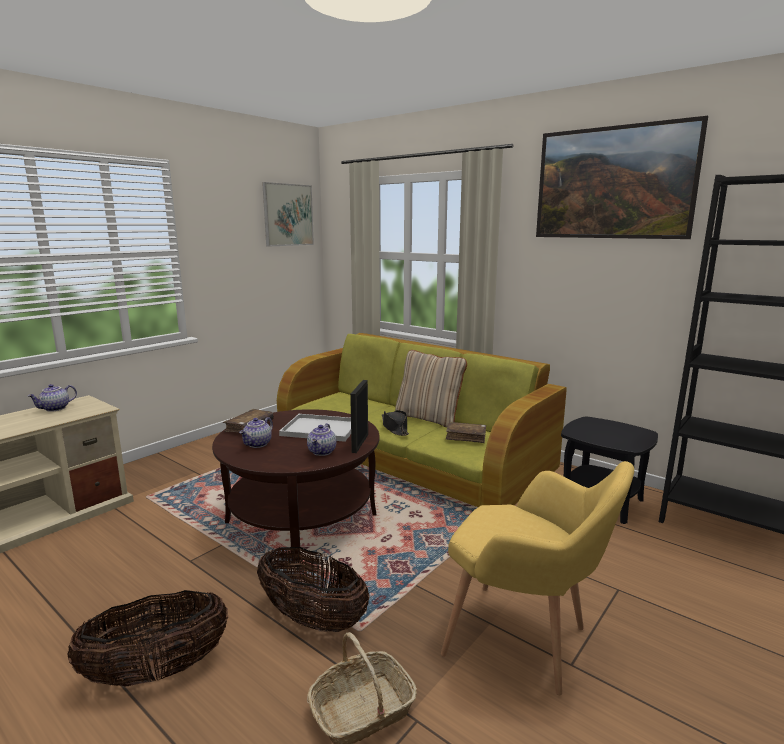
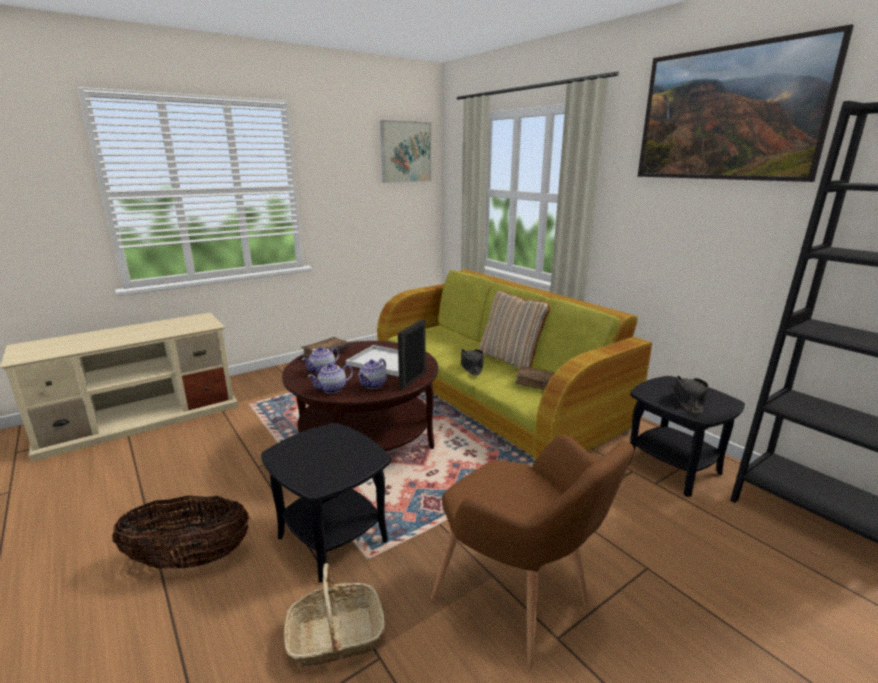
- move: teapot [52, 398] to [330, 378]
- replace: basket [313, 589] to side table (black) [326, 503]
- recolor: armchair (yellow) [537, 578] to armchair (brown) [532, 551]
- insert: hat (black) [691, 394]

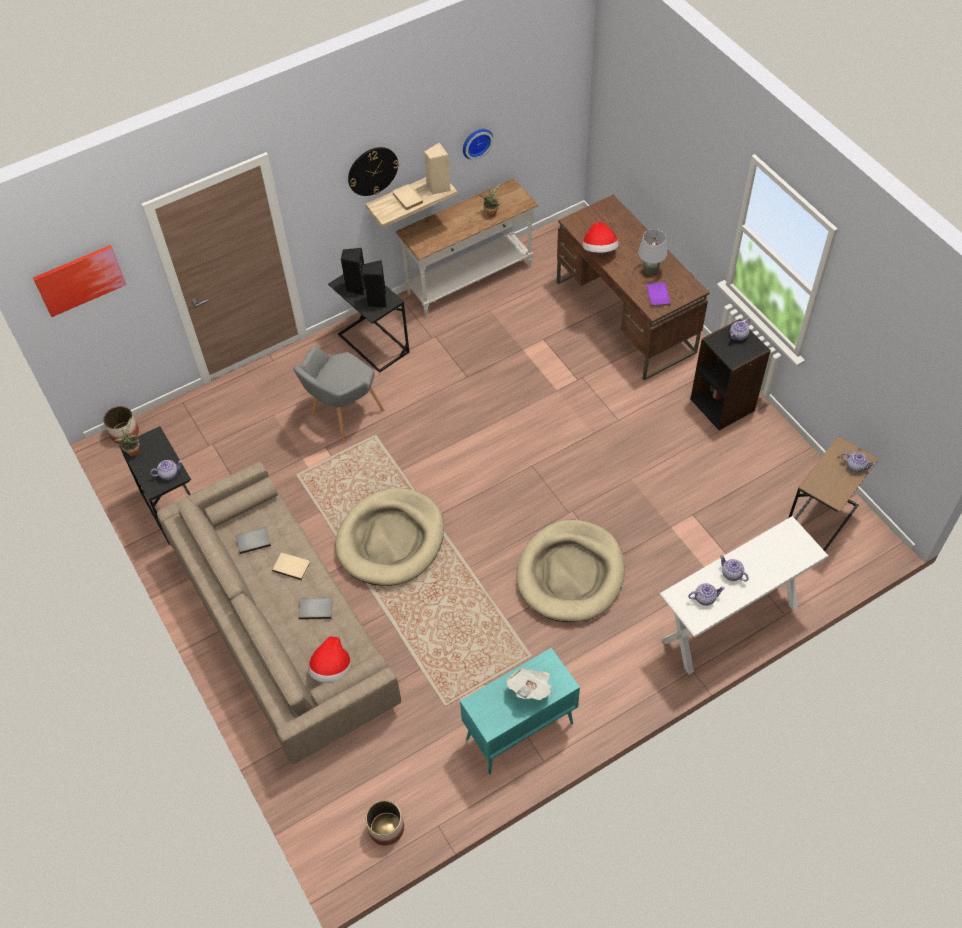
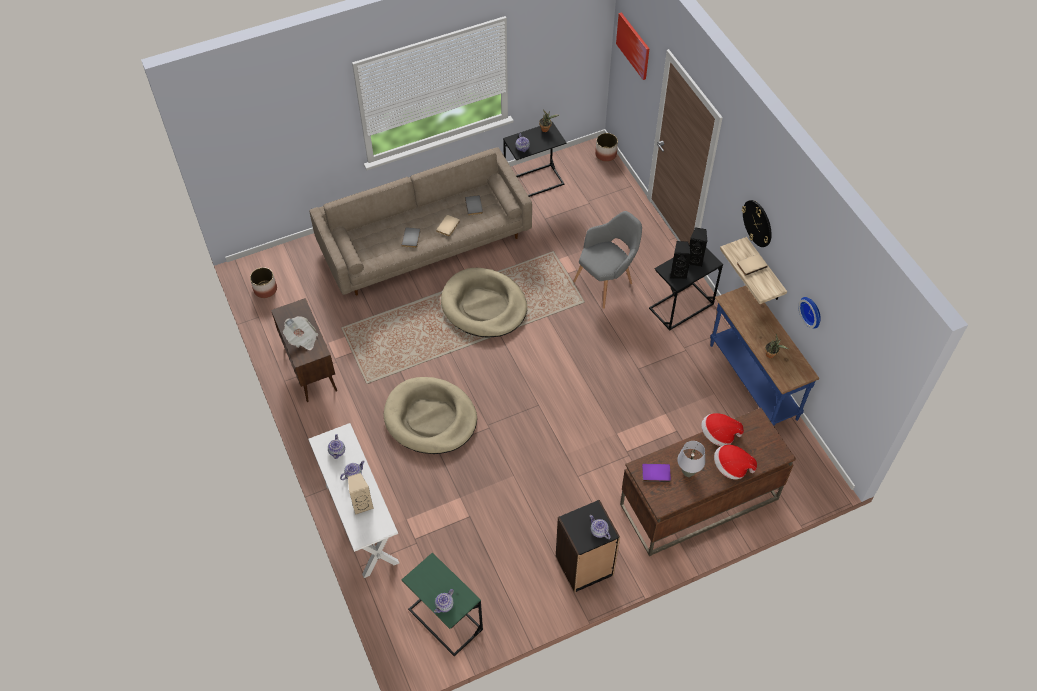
- rotate: armchair (grey) [338, 394] = [607, 260] 90 degrees clockwise
- move: hat [330, 660] to [735, 461]
- recolor: console table (white) [467, 247] to console table (blue) [764, 355]
- move: speaker (beige) [437, 169] to [361, 494]
- recolor: cabinet (turquoise) [520, 711] to cabinet (brown) [304, 350]
- recolor: side table (brown) [833, 493] to side table (green) [442, 604]

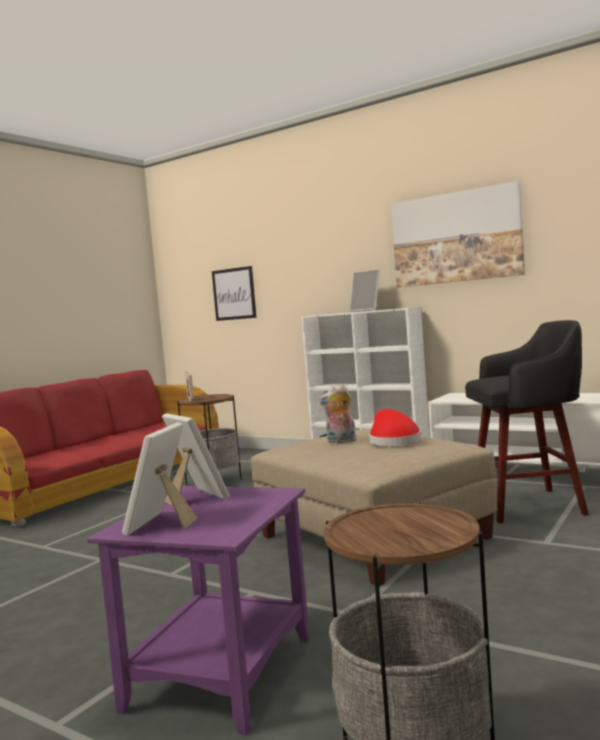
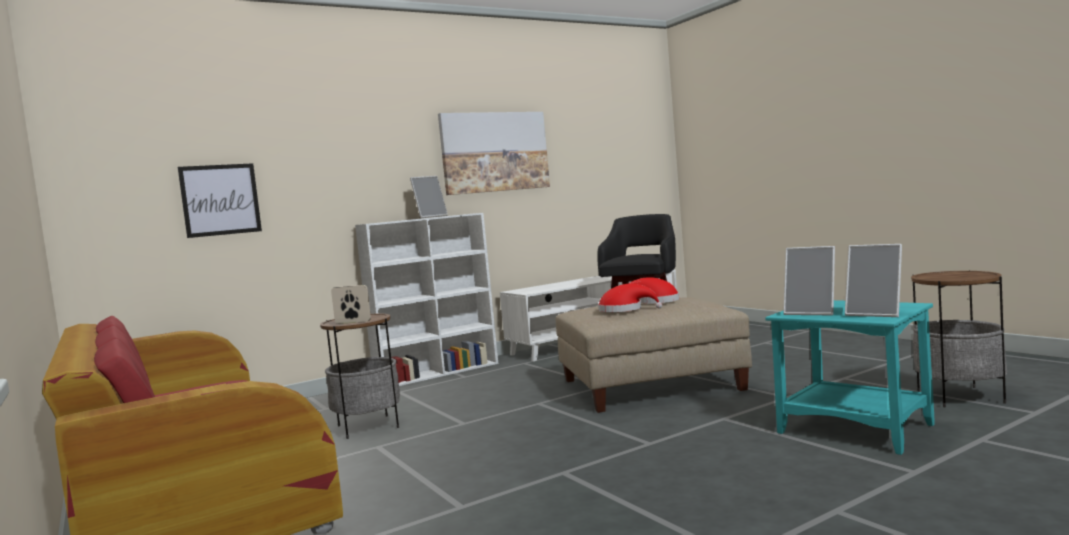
- recolor: side table (purple) [198, 610] to side table (turquoise) [850, 377]
- rotate: picture frame [196, 459] = [809, 280] 135 degrees counterclockwise
- replace: plush toy [337, 413] to hat (red) [630, 298]

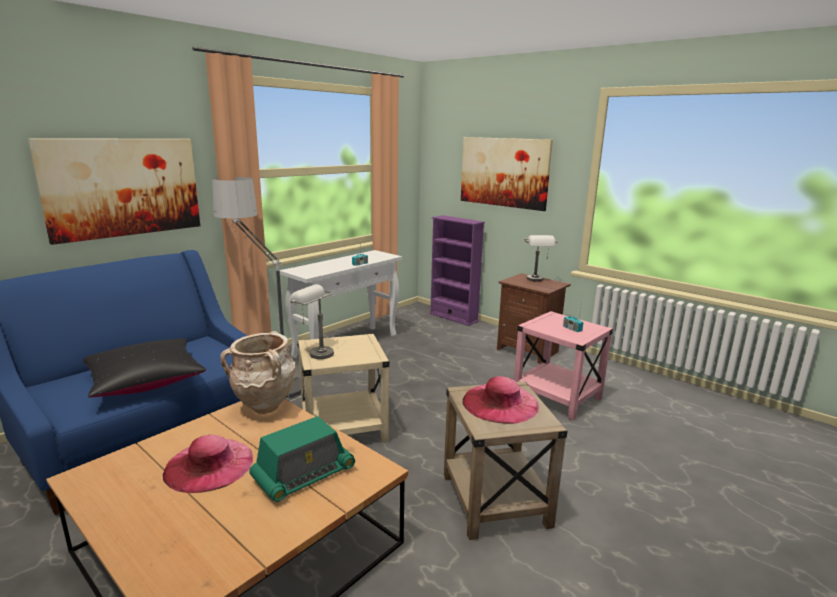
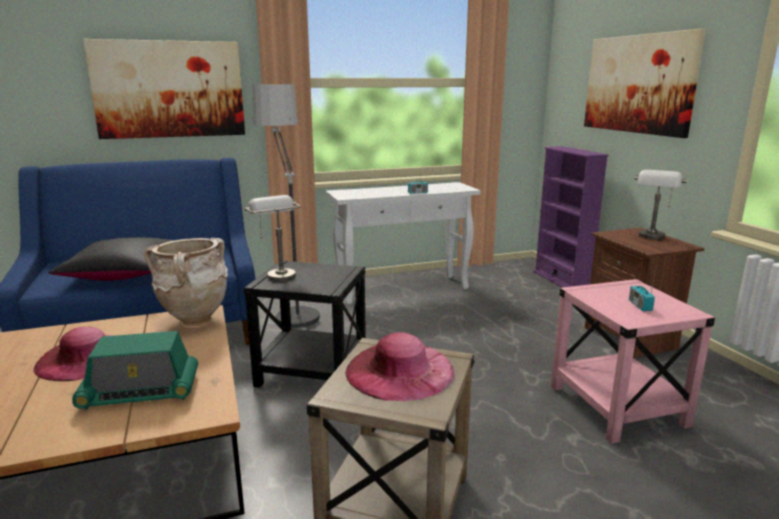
- recolor: side table (beige) [343, 388] to side table (black) [305, 324]

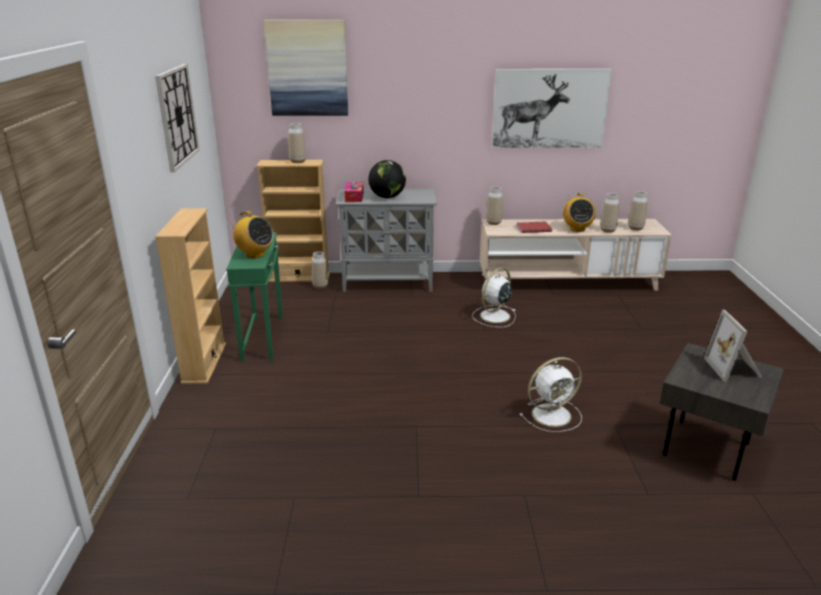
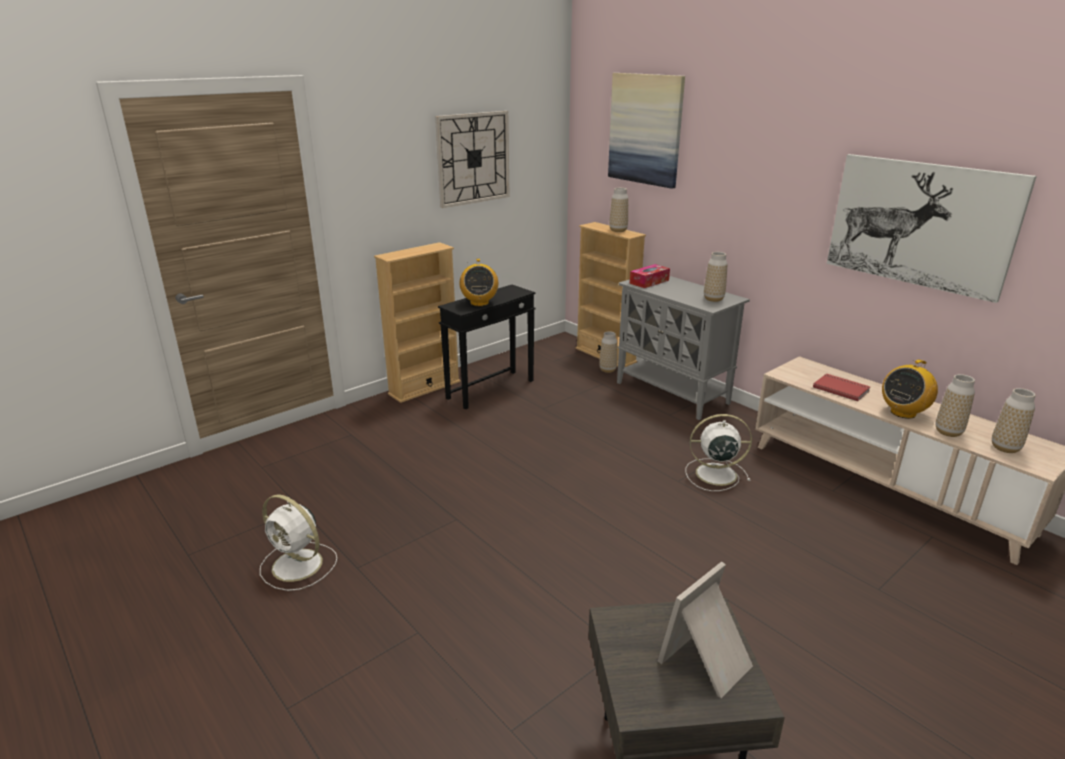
- recolor: side table (green) [254, 296] to side table (black) [487, 347]
- delete: globe [387, 179]
- move: vase [494, 206] to [715, 277]
- move: fan (white) [550, 394] to [298, 542]

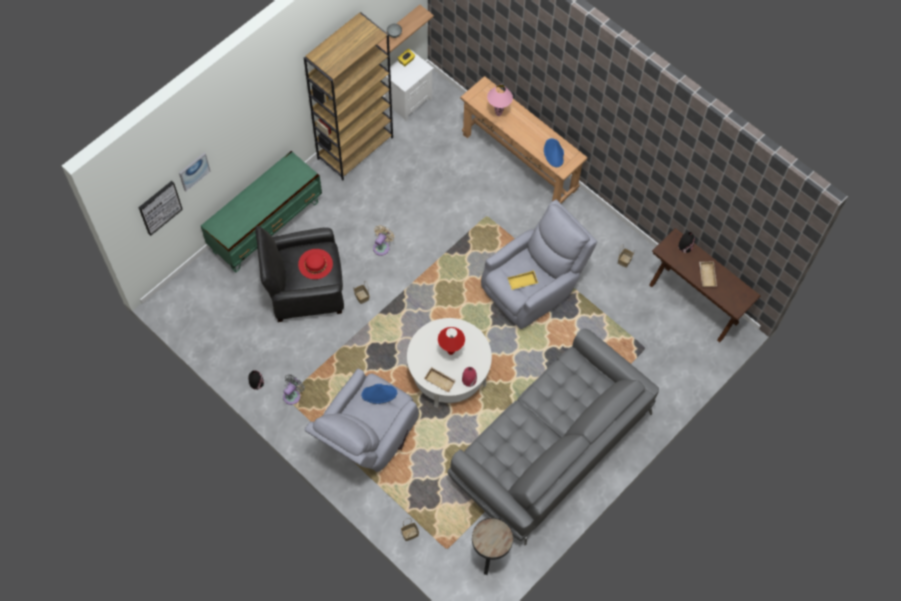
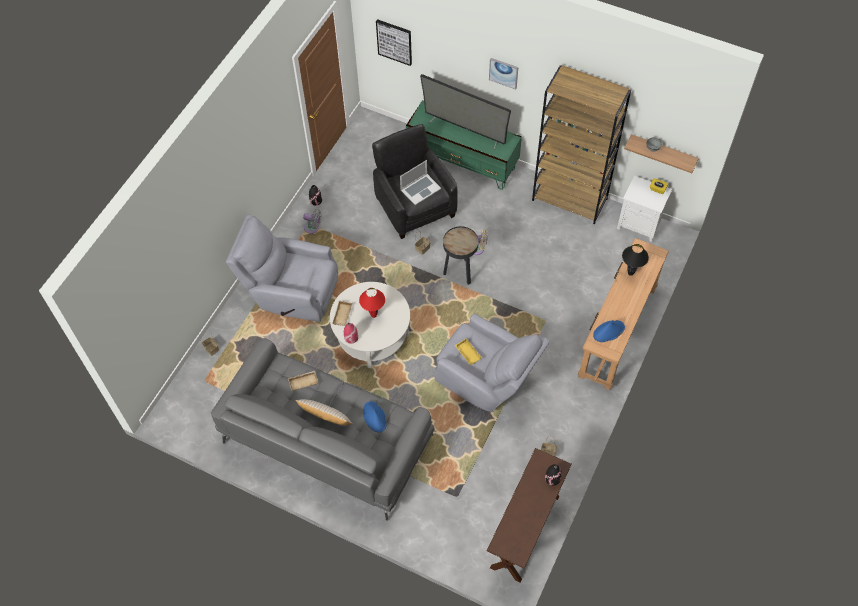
- move: picture [195, 172] to [503, 74]
- replace: hat (red) [315, 264] to laptop [420, 182]
- move: hat (blue) [379, 394] to [375, 416]
- move: side table (black) [492, 546] to [460, 255]
- recolor: table lamp (pink) [500, 100] to table lamp (black) [635, 260]
- move: tray (beige) [708, 274] to [303, 381]
- insert: pillow (beige) [324, 412]
- insert: television [465, 111]

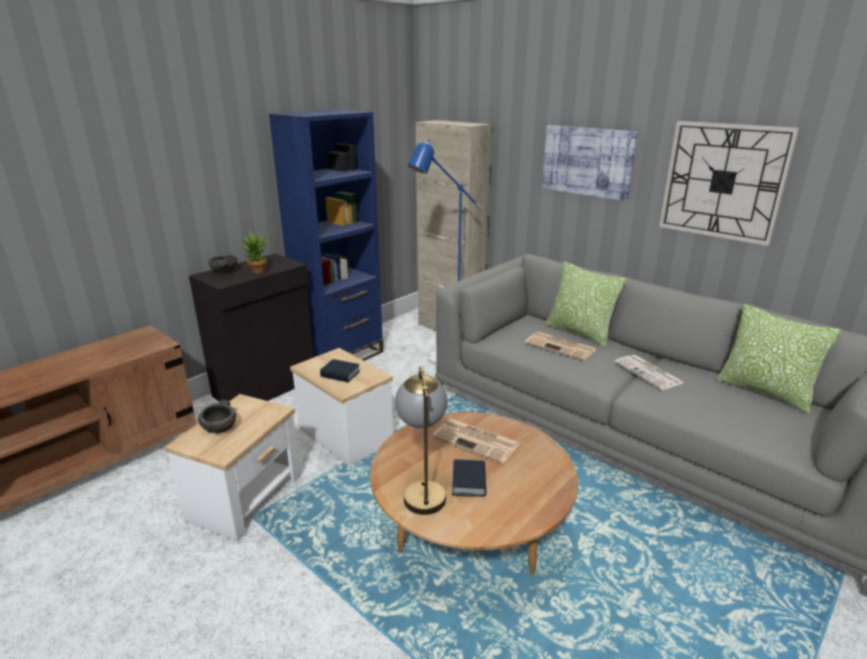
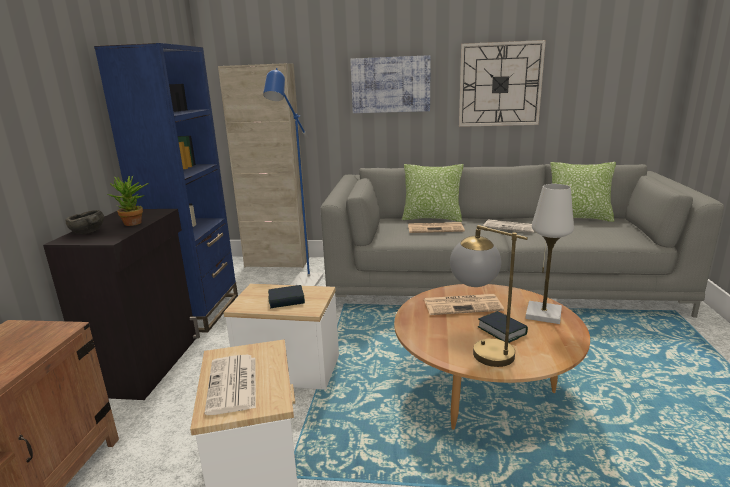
- replace: bowl (grey) [217, 416] to newspaper [230, 385]
- insert: table lamp (white) [549, 254]

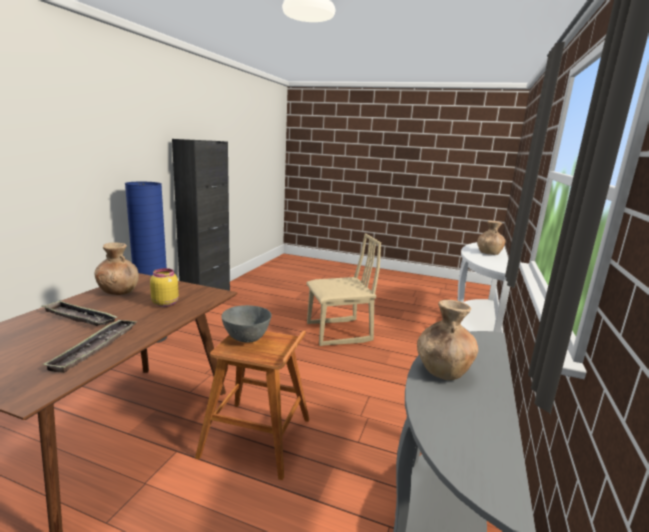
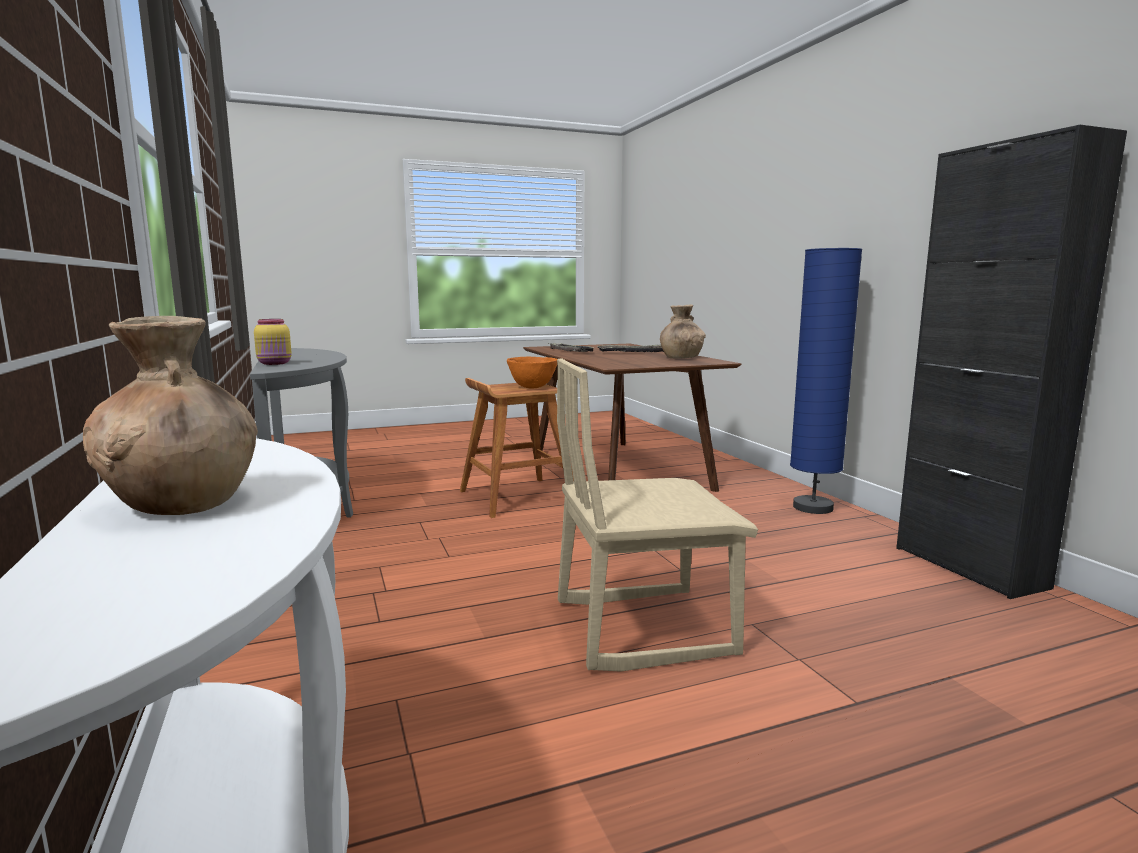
- move: jar (yellow) [164, 287] to [273, 342]
- recolor: bowl (grey) [246, 324] to bowl (orange) [532, 372]
- rotate: chair (beige) [344, 290] = [657, 515] 45 degrees clockwise
- delete: vase (brown) [447, 340]

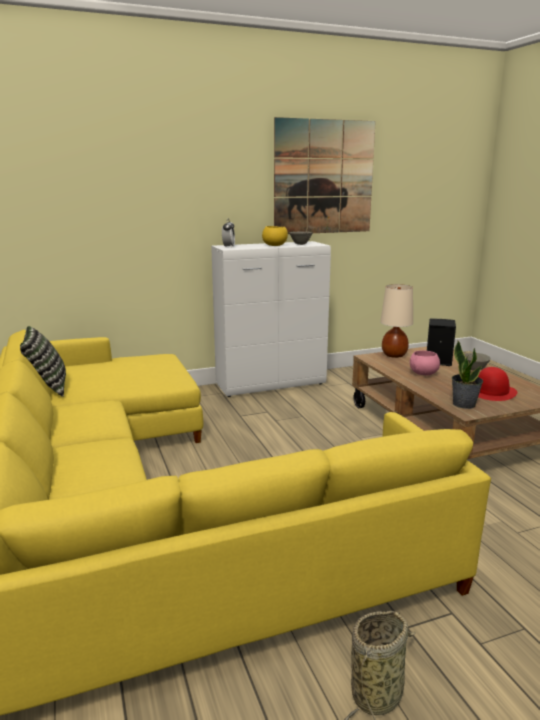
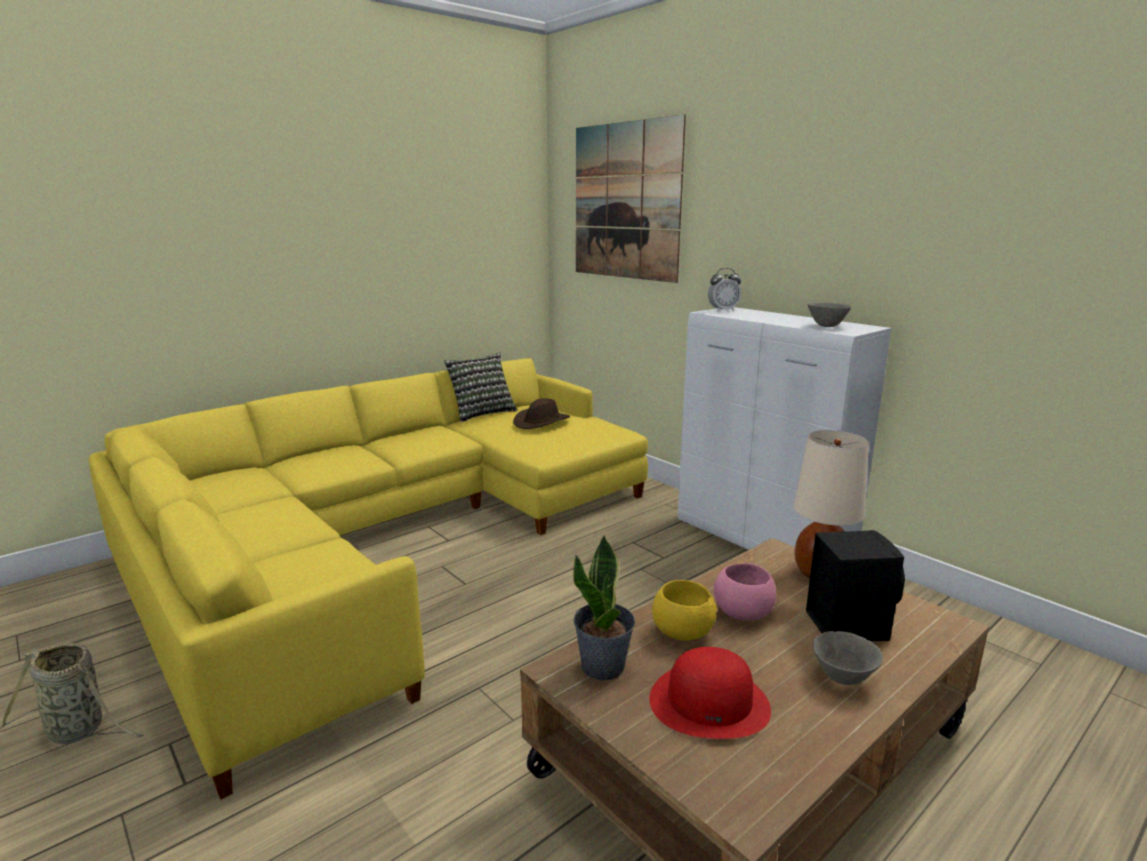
- move: bowl (yellow) [275, 236] to [684, 610]
- move: picture [325, 175] to [631, 198]
- insert: hat (brown) [541, 413]

